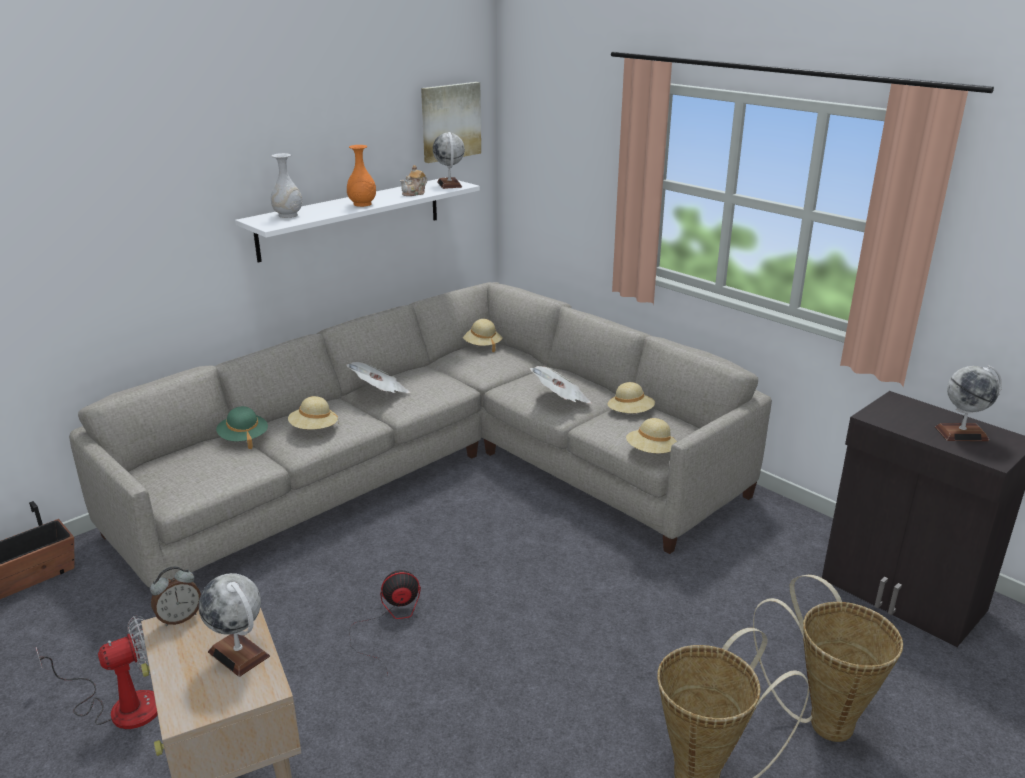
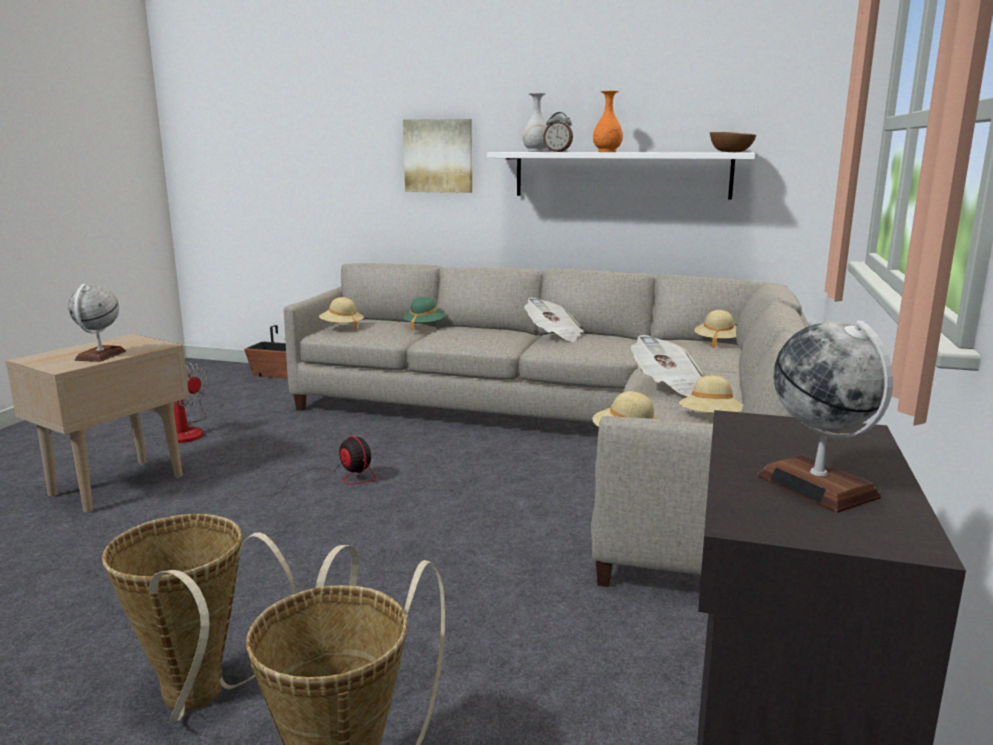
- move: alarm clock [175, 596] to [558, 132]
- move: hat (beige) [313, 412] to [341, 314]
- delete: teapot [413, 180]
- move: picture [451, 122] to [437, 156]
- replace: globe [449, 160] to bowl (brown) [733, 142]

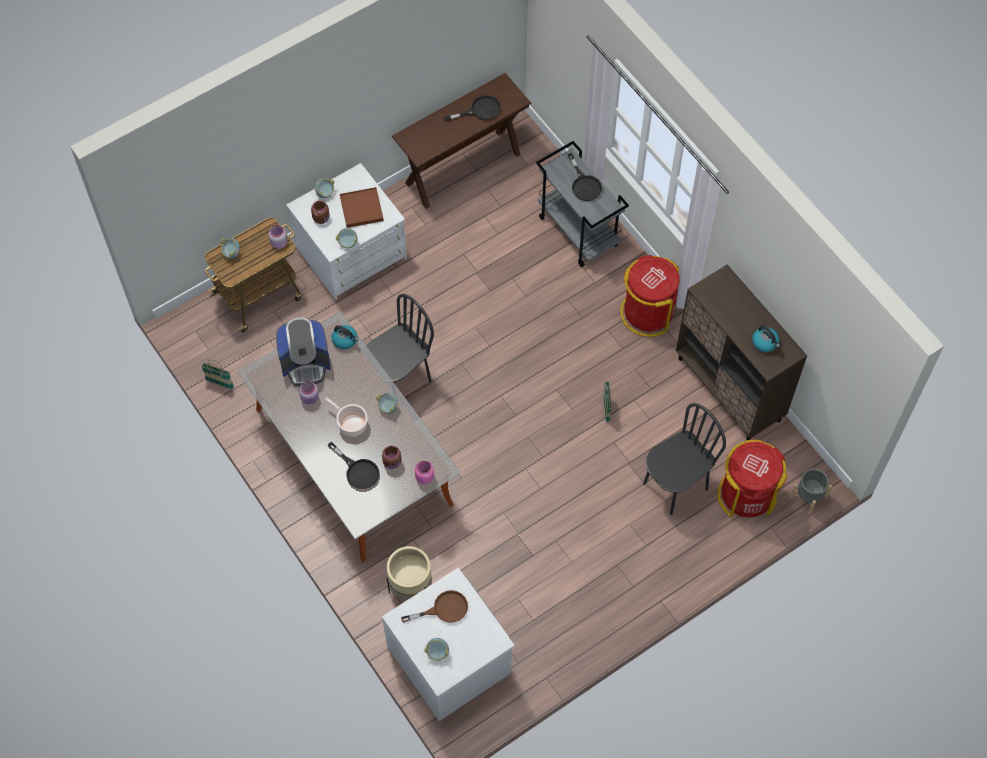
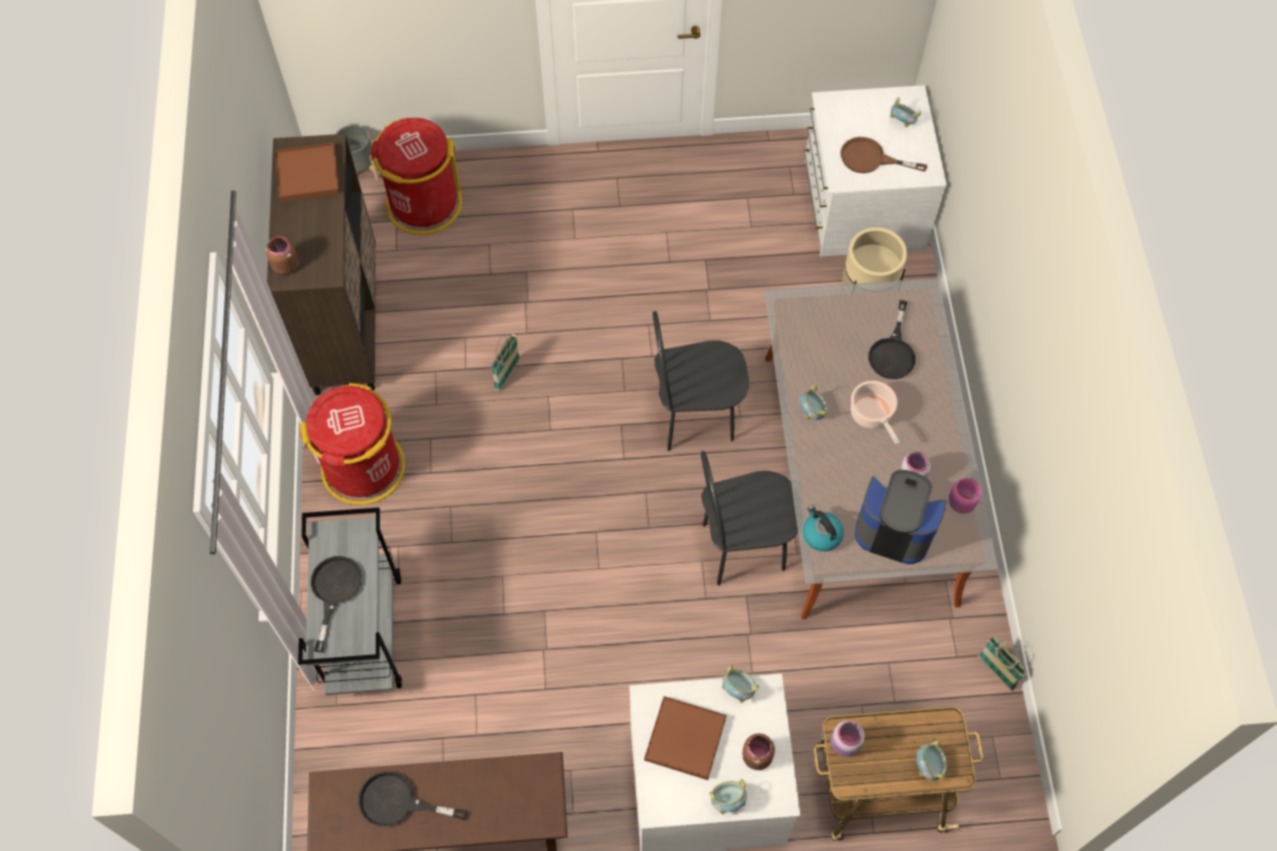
- rotate: frying pan (black) [353, 465] = [892, 339] 150 degrees counterclockwise
- move: jar (brown) [392, 457] to [282, 255]
- move: jar (pink) [424, 472] to [965, 496]
- move: chair (black) [684, 459] to [701, 381]
- replace: kettle [766, 338] to tray (brown) [308, 172]

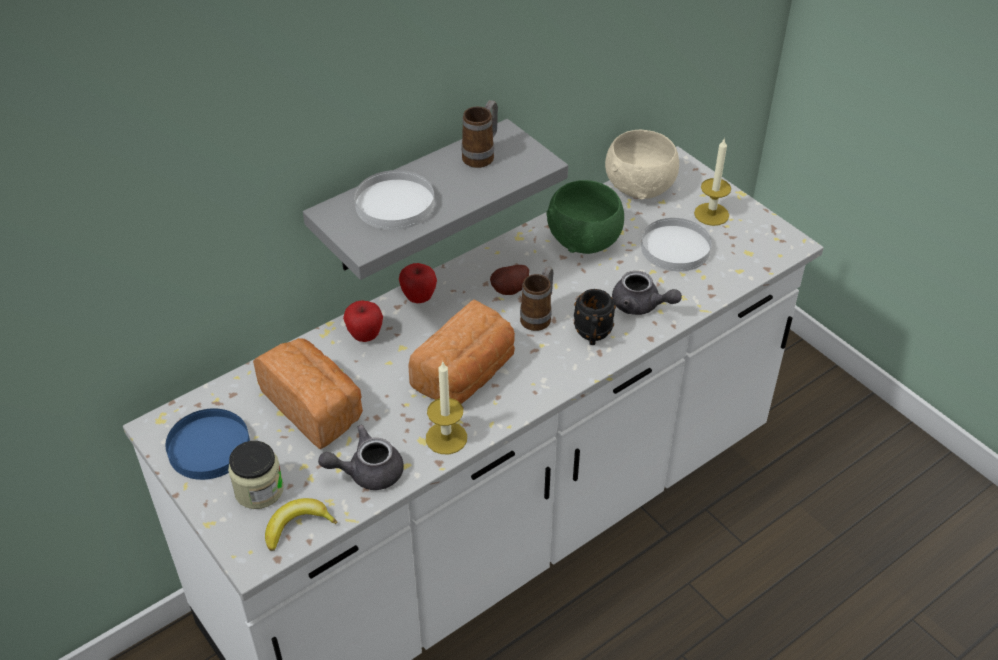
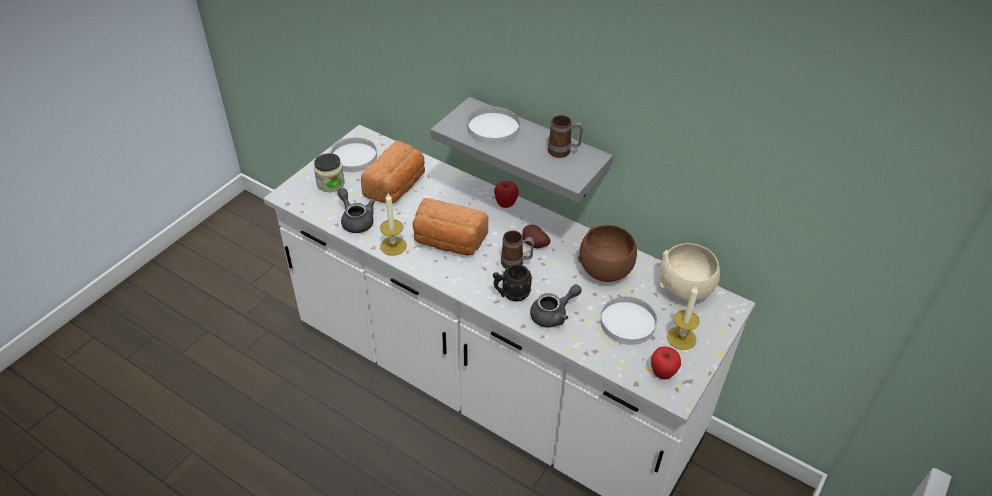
- recolor: plate (blue) [208, 444] to plate (white) [353, 155]
- delete: banana [301, 524]
- move: apple [363, 321] to [666, 363]
- recolor: bowl (green) [585, 217] to bowl (brown) [607, 253]
- rotate: teapot (grey) [647, 293] = [556, 306] 135 degrees counterclockwise

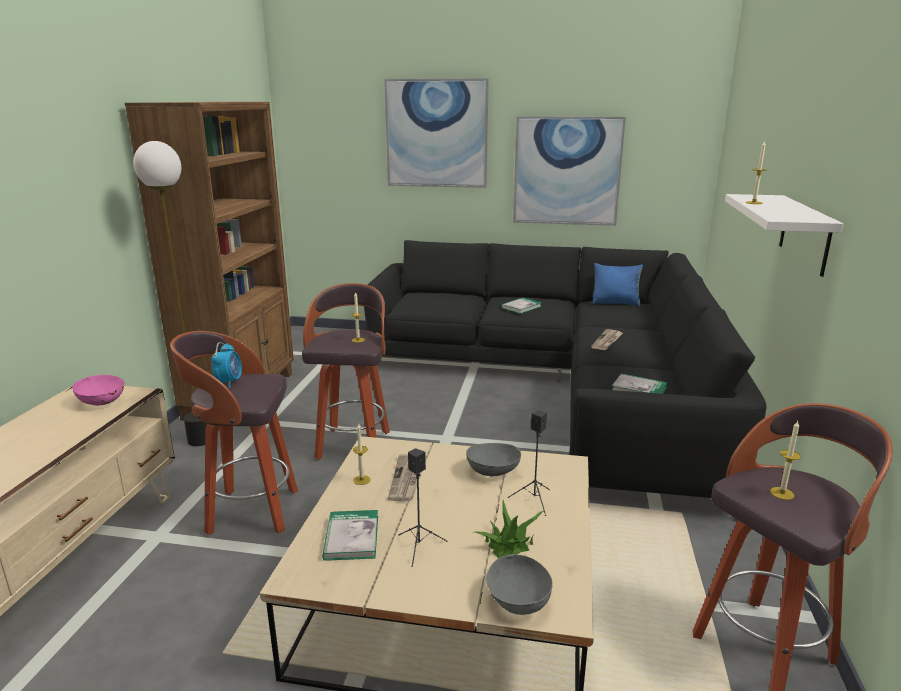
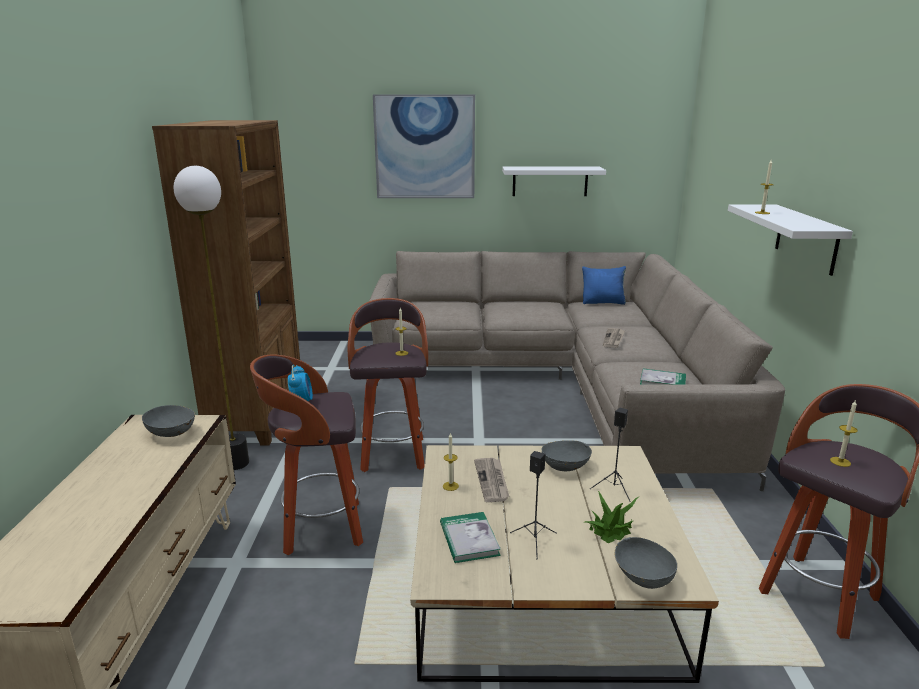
- recolor: bowl (pink) [98, 390] to bowl (grey) [168, 421]
- recolor: sofa (black) [565, 369] to sofa (beige) [577, 371]
- delete: book [521, 306]
- replace: picture [569, 171] to shelf (white) [554, 181]

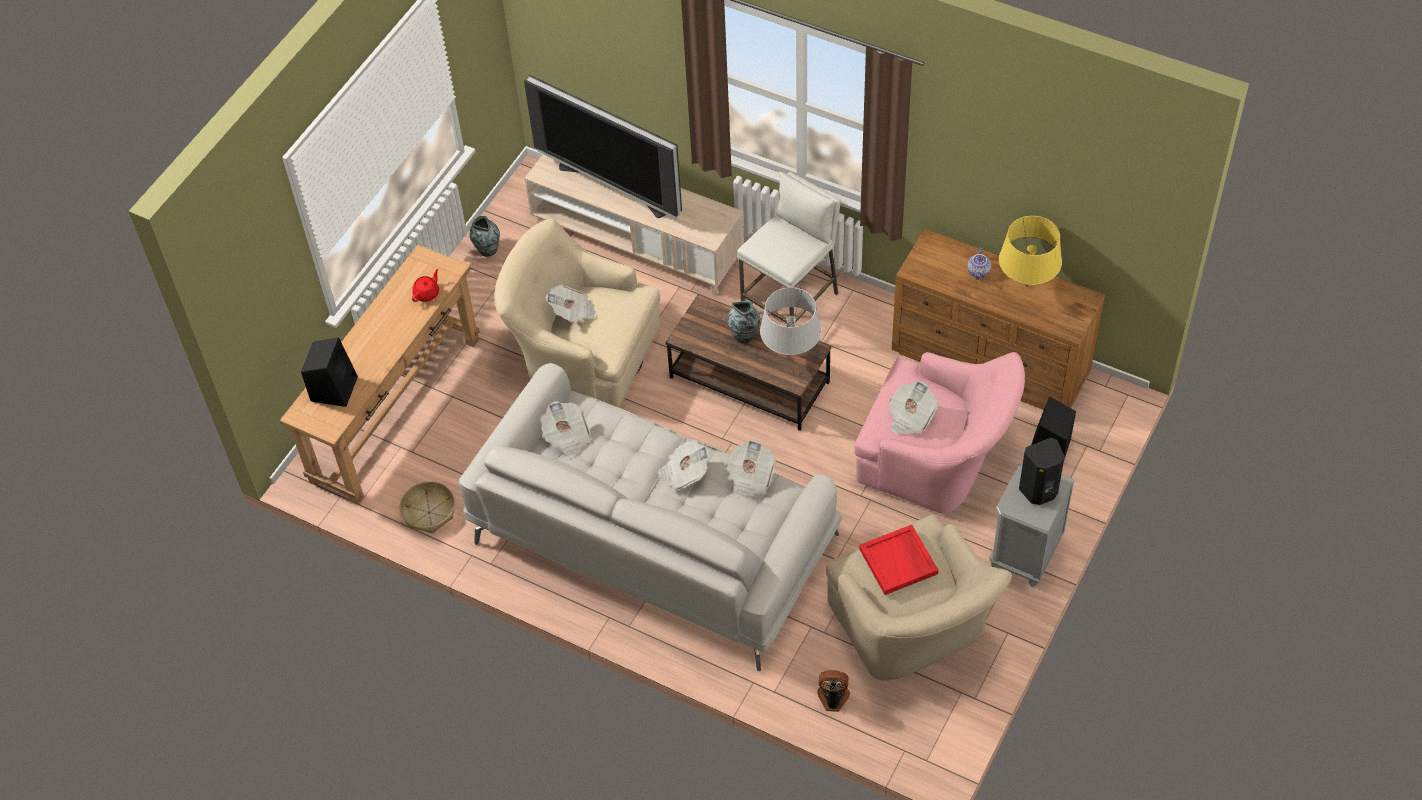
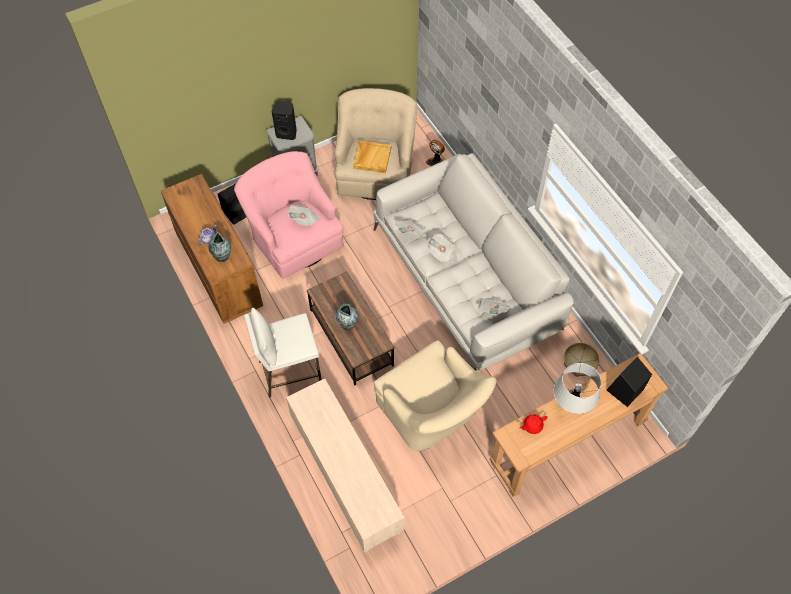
- move: vase [484, 236] to [219, 247]
- delete: television [603, 147]
- delete: newspaper [571, 303]
- move: table lamp (grey) [790, 321] to [577, 388]
- recolor: tray (red) [898, 560] to tray (beige) [372, 157]
- delete: table lamp (yellow) [1030, 251]

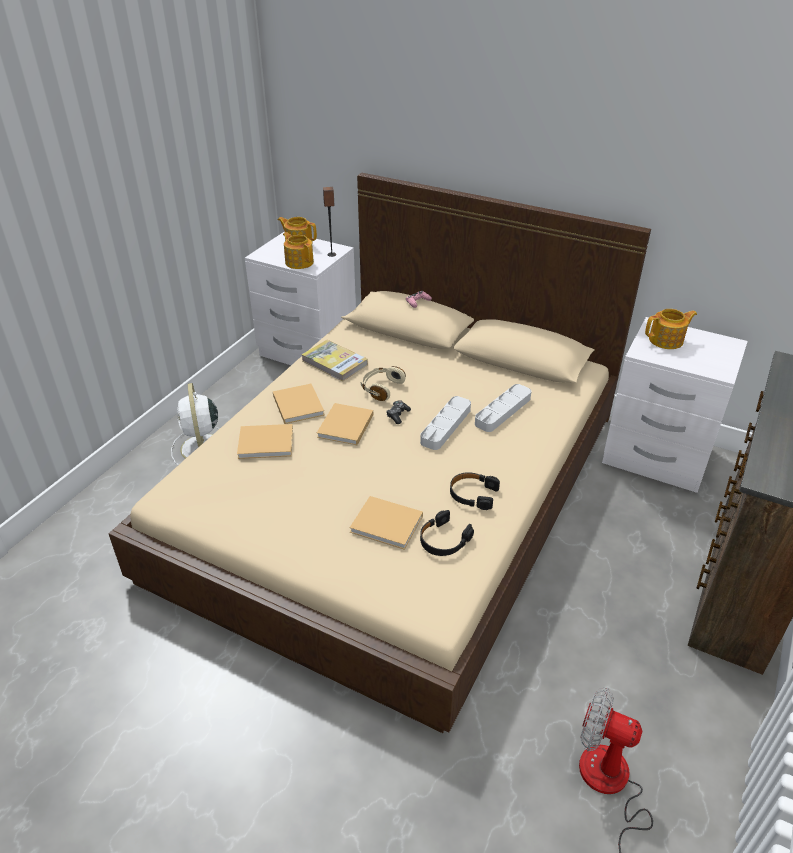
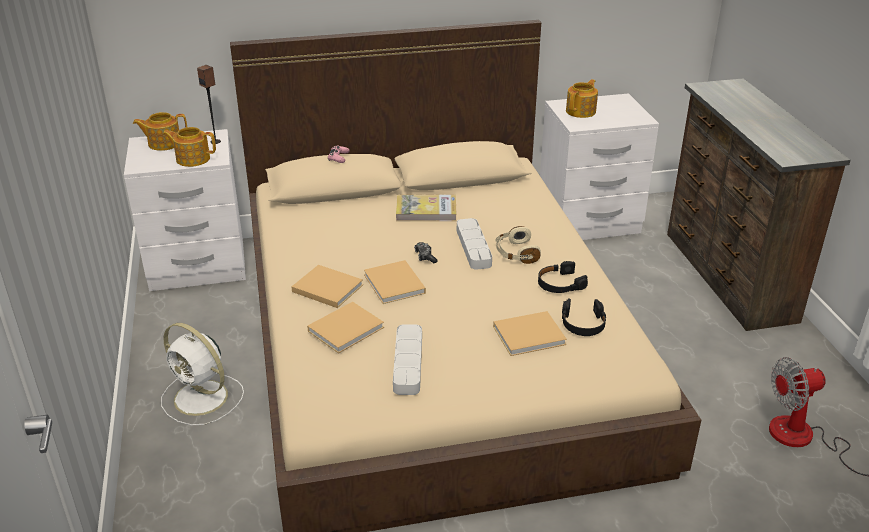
- move: book [335, 360] to [426, 208]
- move: headphones (beige) [383, 383] to [518, 245]
- move: tray (grey) [503, 408] to [407, 359]

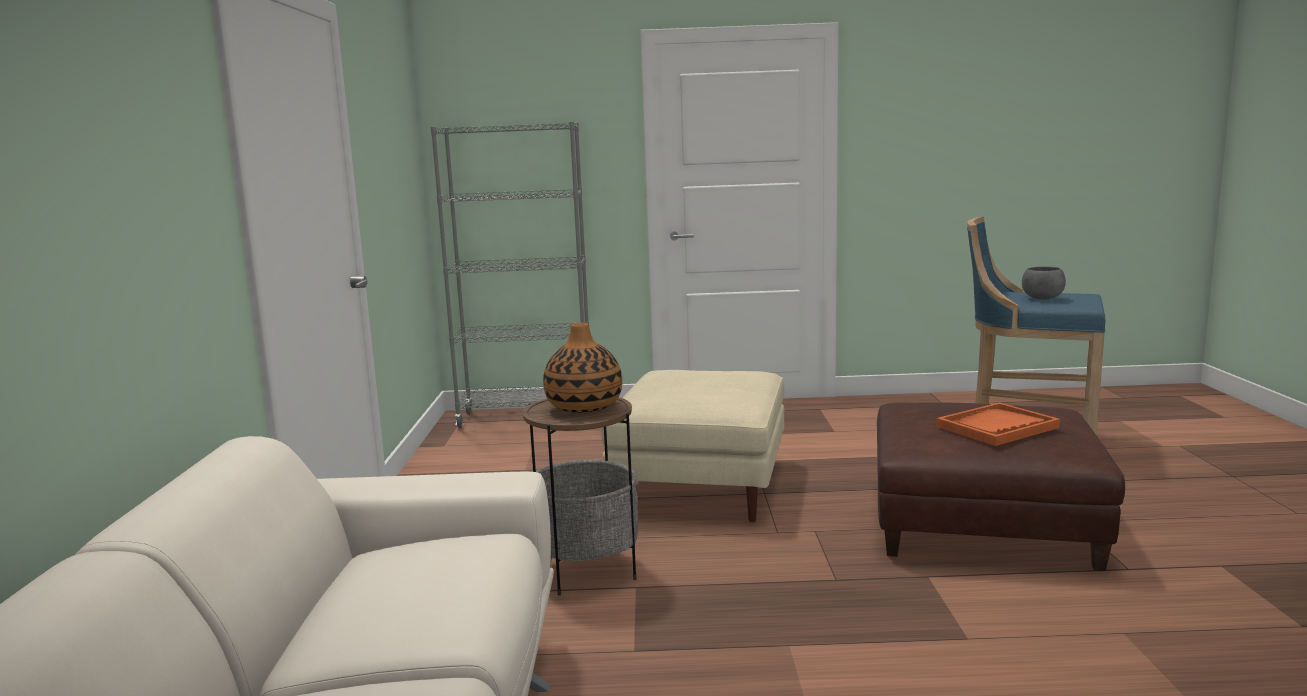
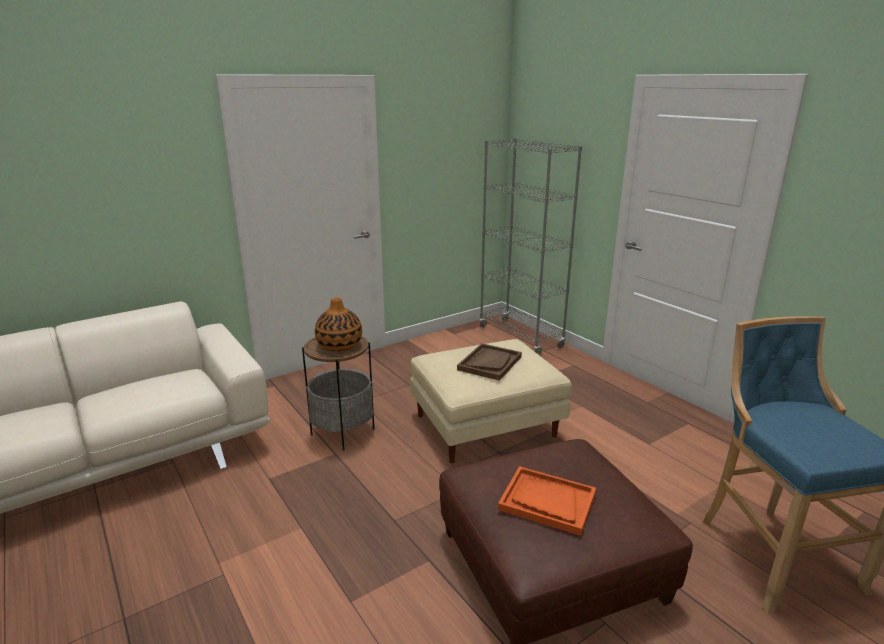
- delete: bowl (grey) [1044, 283]
- insert: tray (brown) [489, 362]

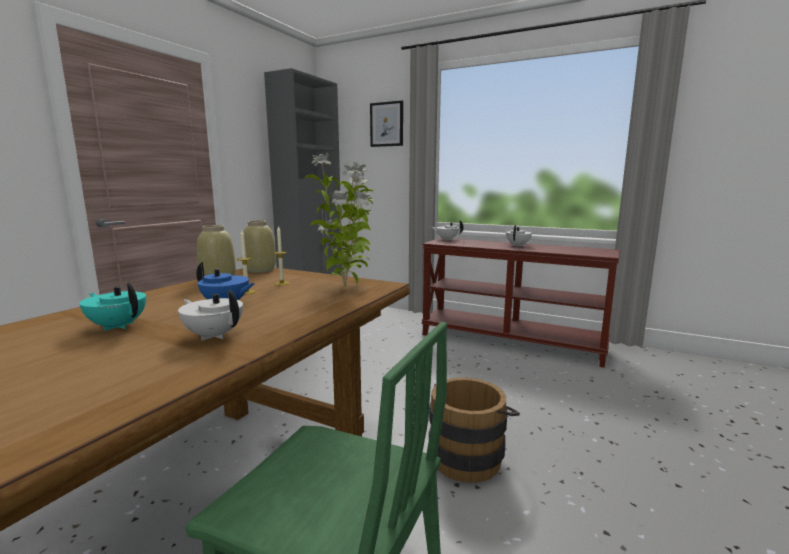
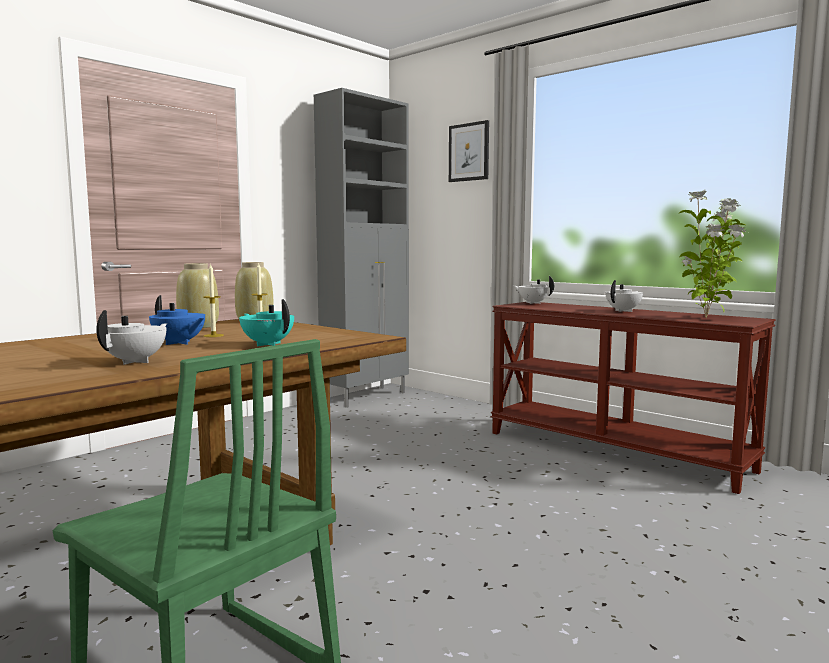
- move: teapot (turquoise) [112, 306] to [266, 322]
- rotate: teapot (white) [210, 315] = [131, 337] 60 degrees clockwise
- move: potted plant [339, 219] to [712, 254]
- delete: bucket (brown) [474, 430]

